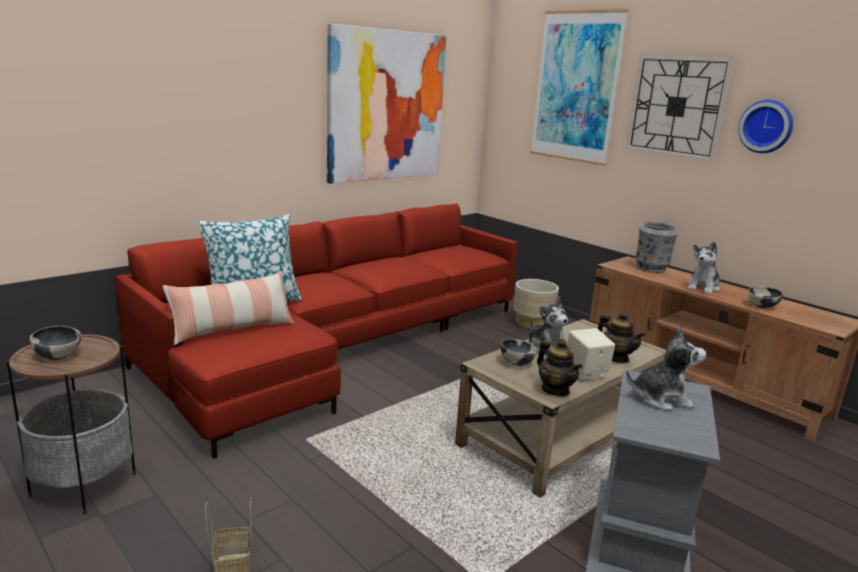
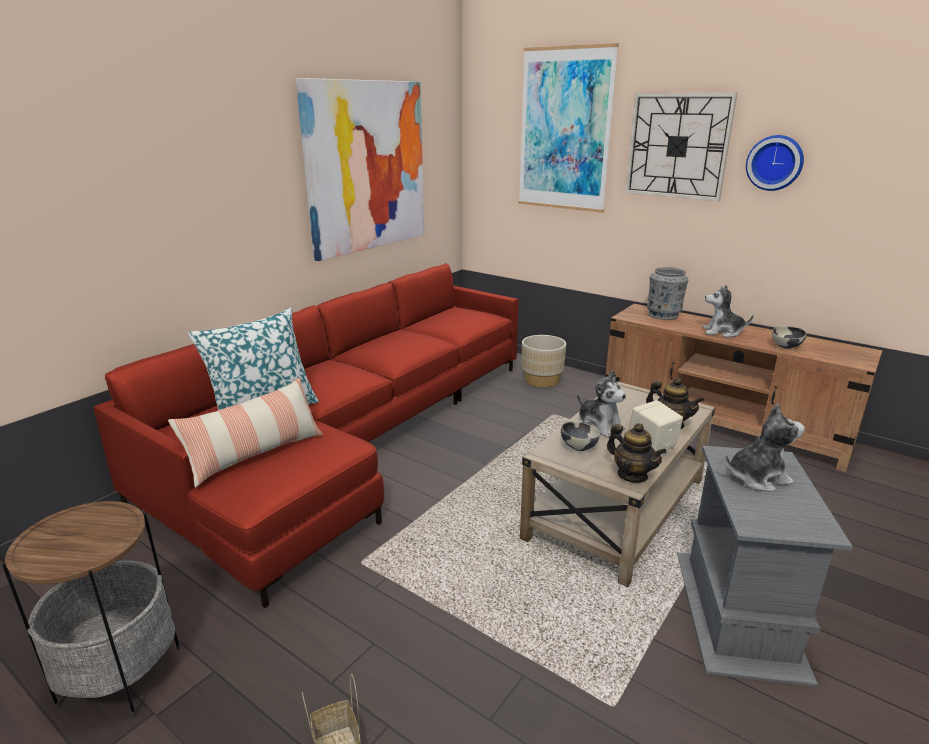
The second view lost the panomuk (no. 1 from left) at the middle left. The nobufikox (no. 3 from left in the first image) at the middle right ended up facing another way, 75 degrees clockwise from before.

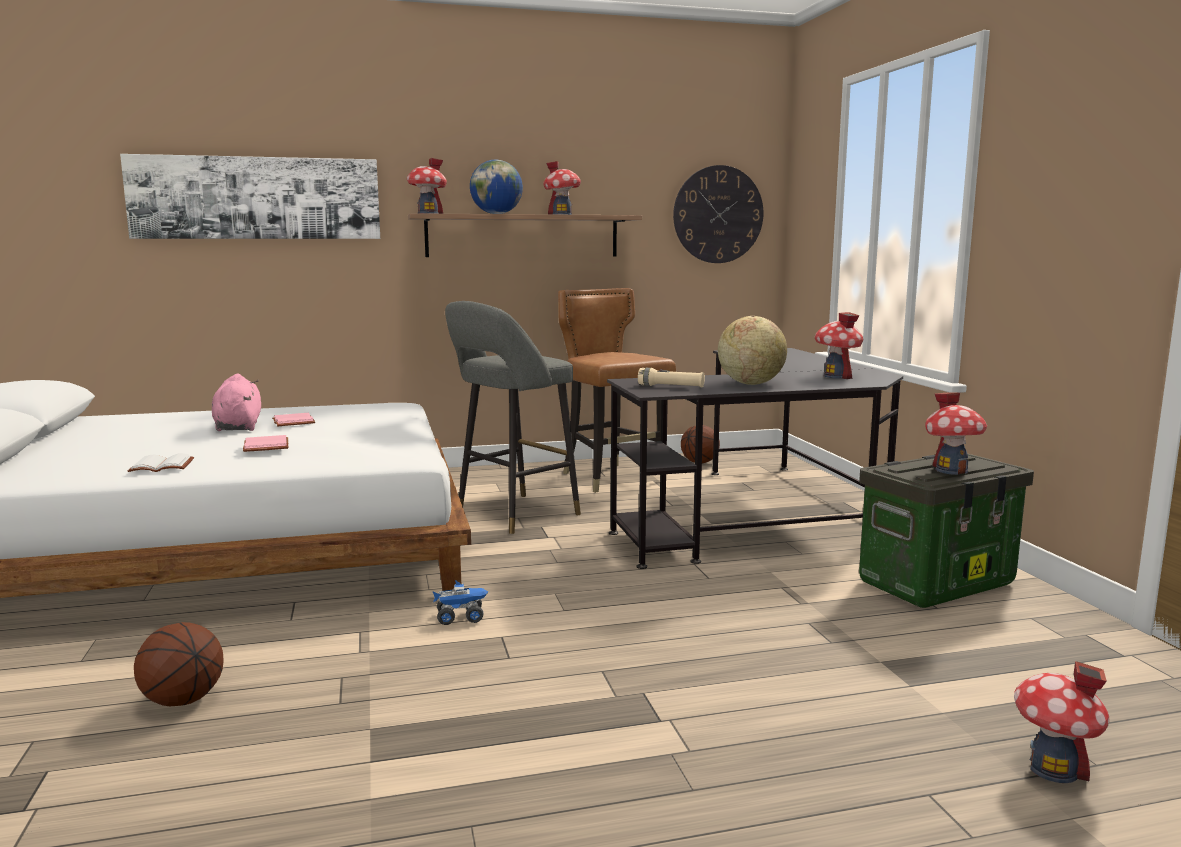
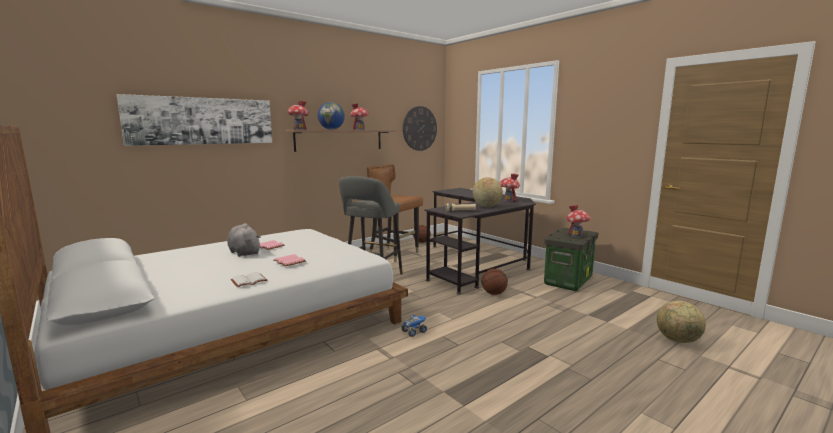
The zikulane (no. 1 from left in the first image) ended up elsewhere, having gone from the bottom left to the centre. Where the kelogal (no. 5 from left) stood at the bottom right, the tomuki (no. 3 from left) came to stand at the bottom right. What was the pink nobufikox at the middle left turned into the grey nobufikox at the middle left.

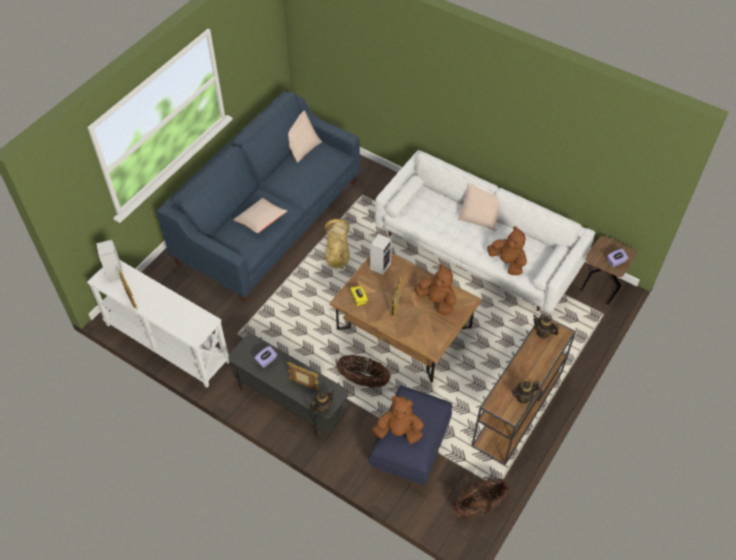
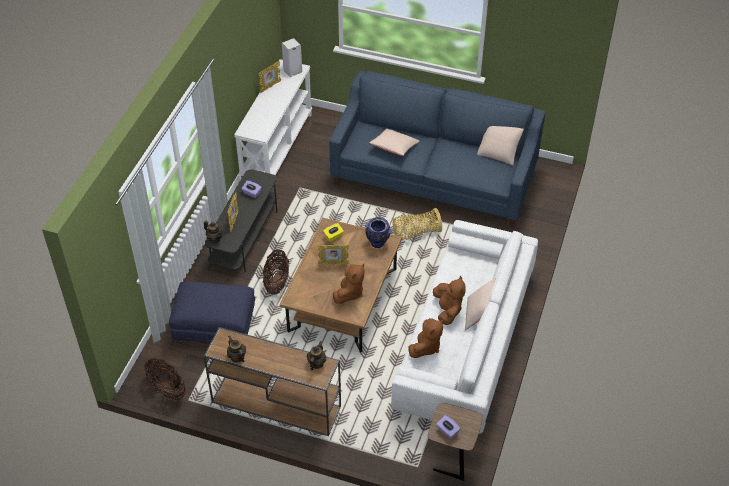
The brown nobufikox (no. 1 from left in the first image) ended up elsewhere, having gone from the bottom centre to the centre. Where the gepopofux (no. 2 from left) stood at the centre, the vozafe came to stand at the centre.

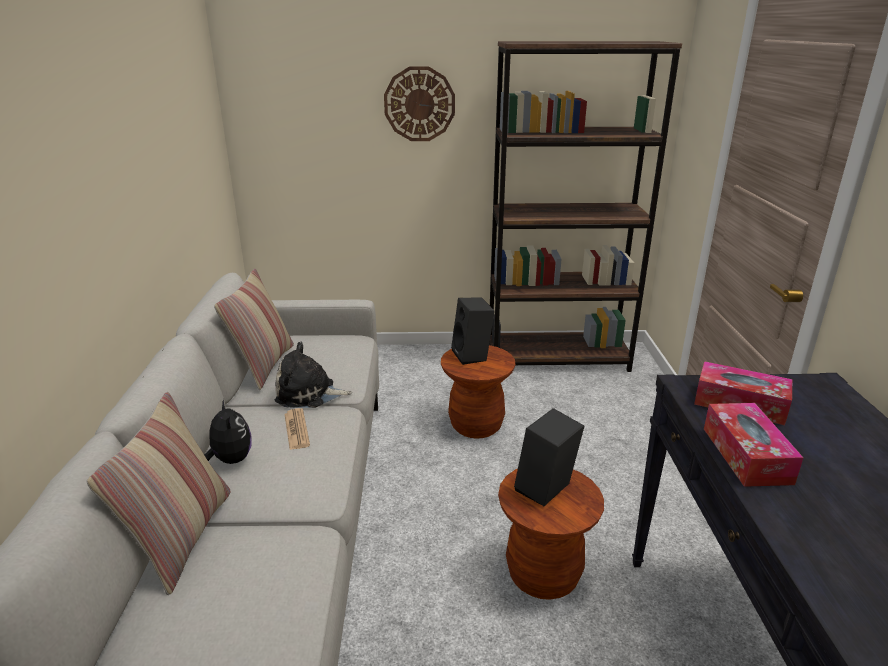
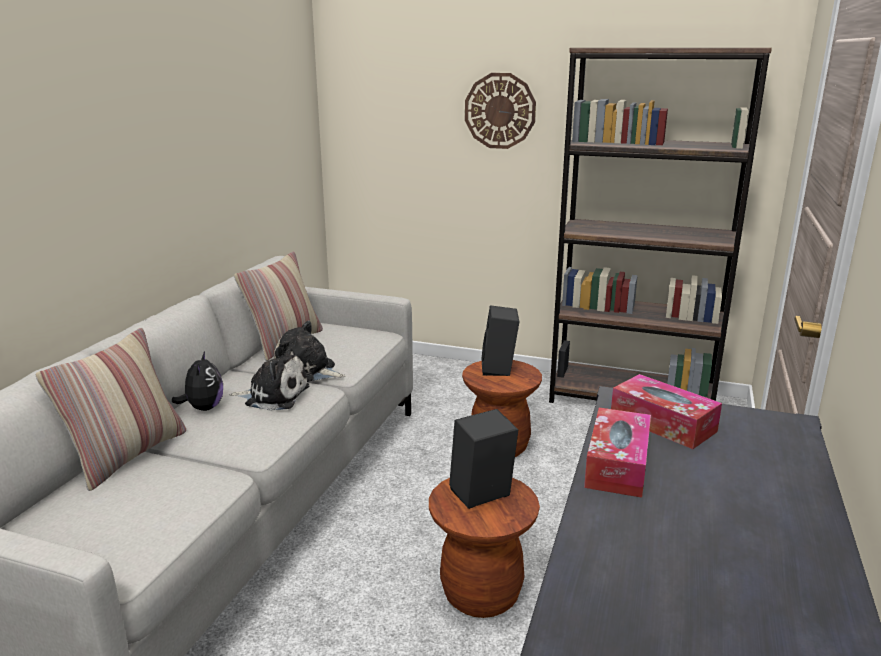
Where the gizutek stood at the centre, the nobufikox (no. 2 from left) came to stand at the middle left.

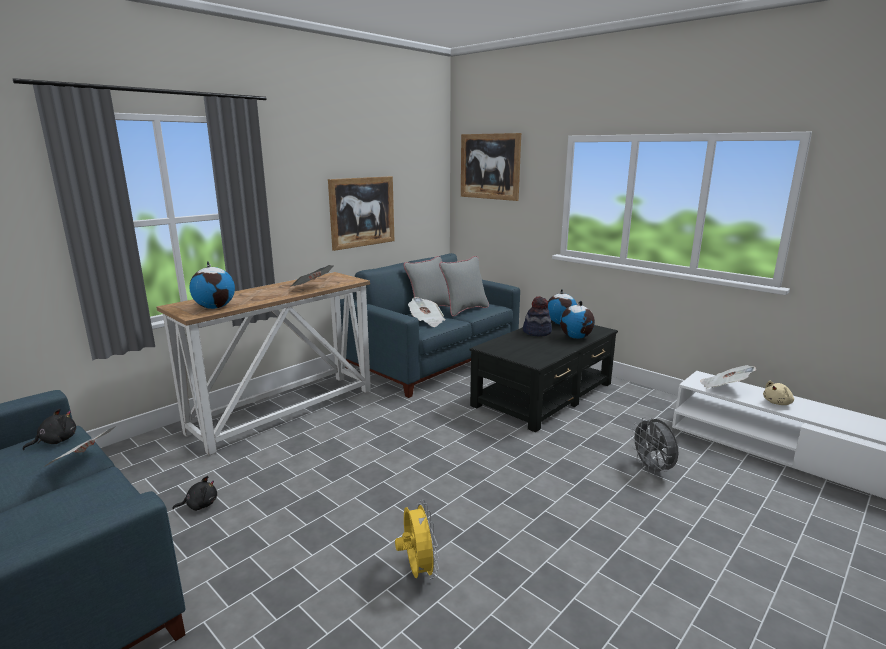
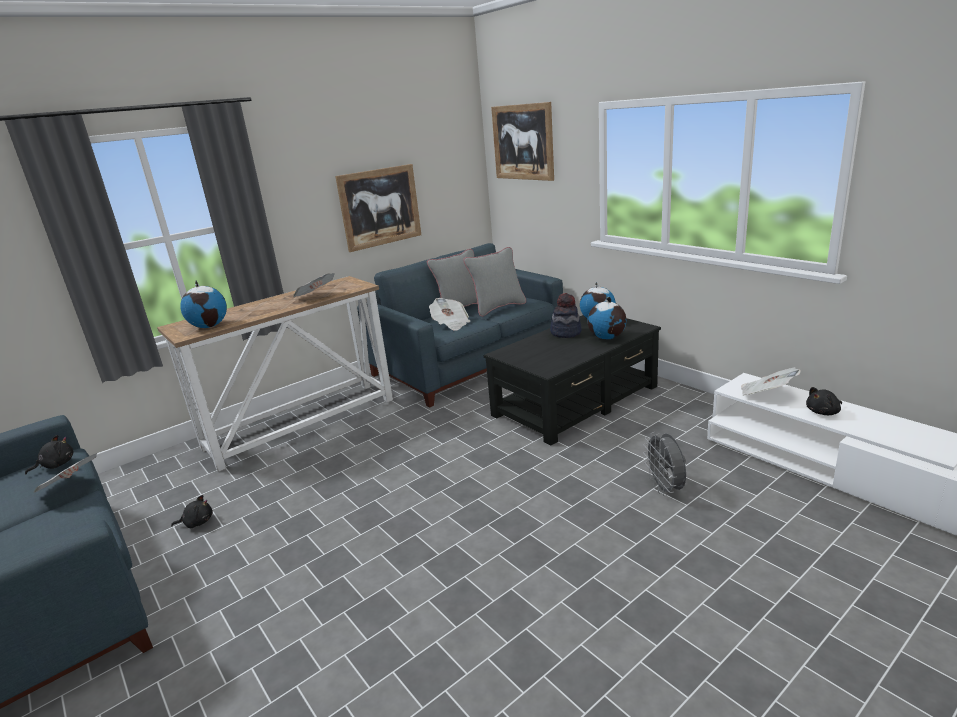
The second view lost the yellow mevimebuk at the bottom centre. What was the beige nobufikox at the middle right turned into the black nobufikox (no. 3 from left) at the middle right.

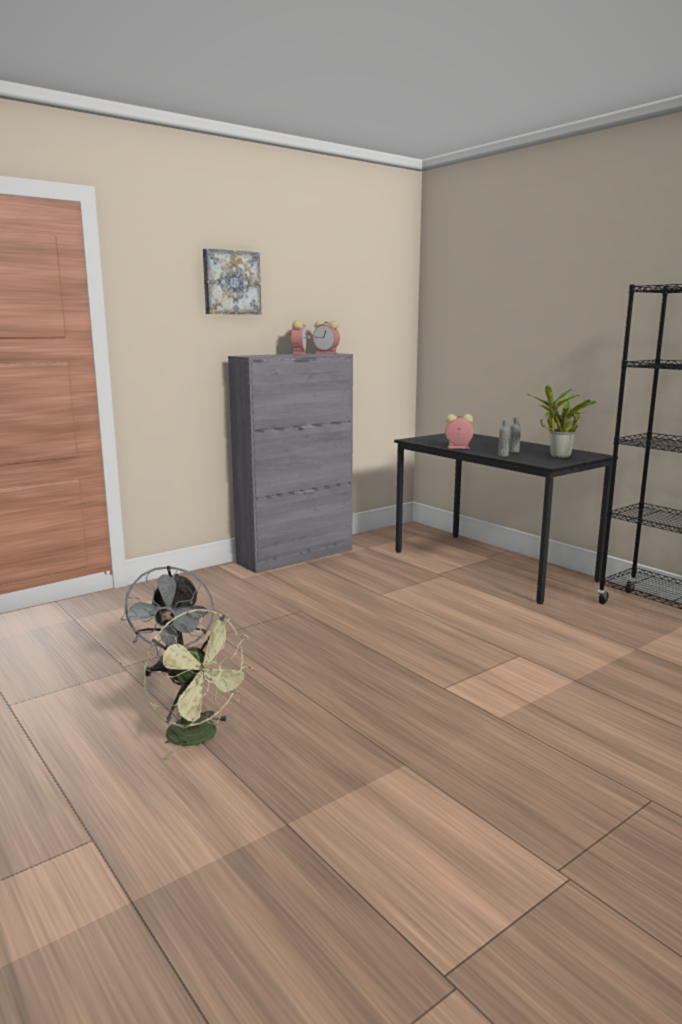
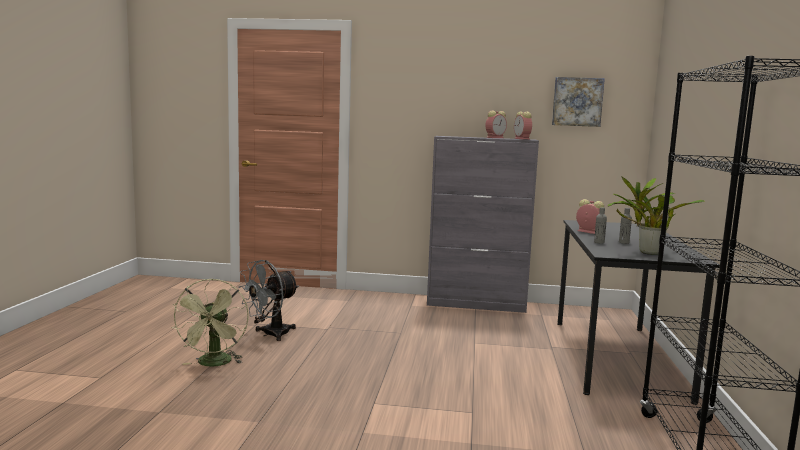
The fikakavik ended up elsewhere, having gone from the top centre to the top right.

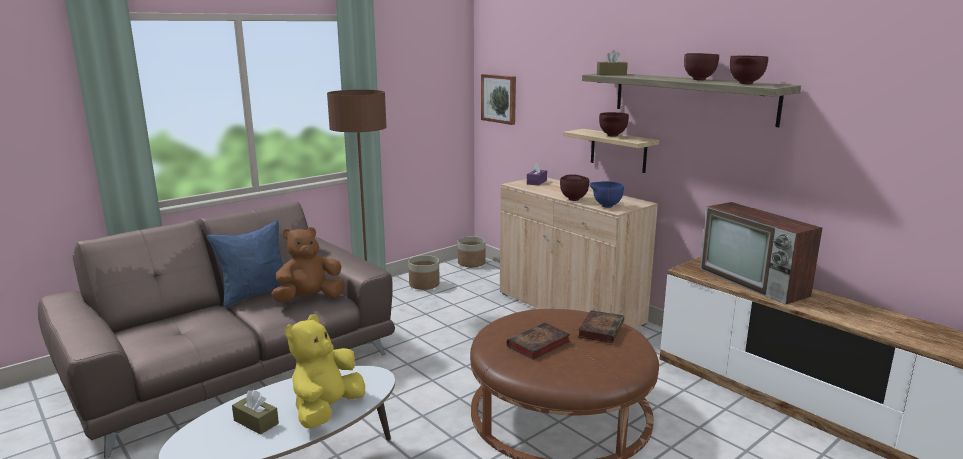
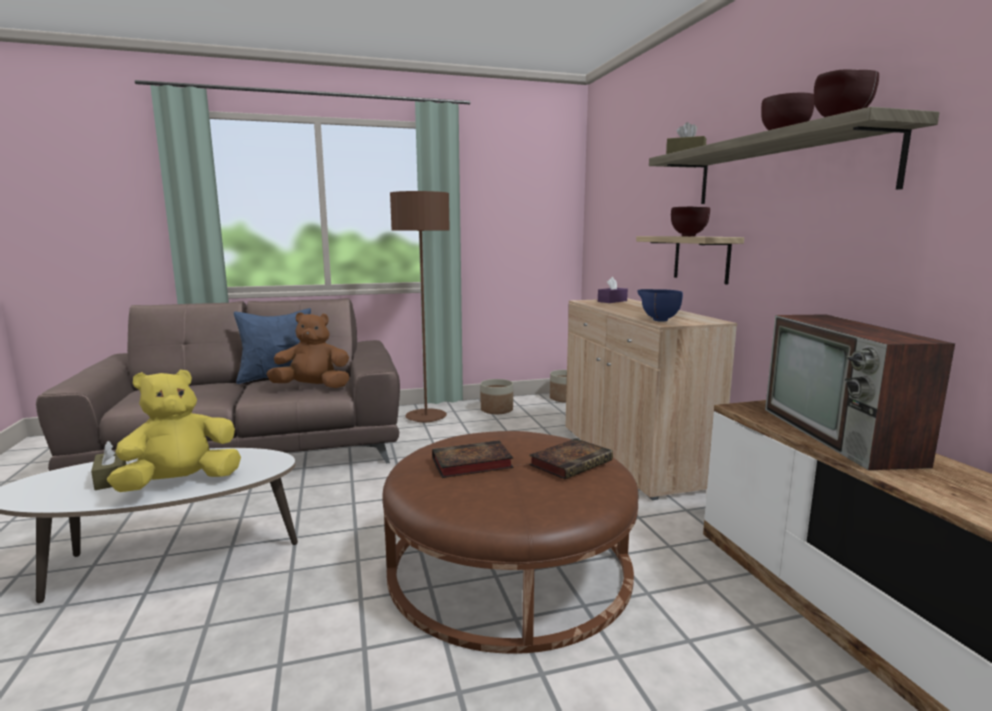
The second view lost the fikakavik at the top centre. The second view lost the brown panomuk (no. 1 from left) at the centre.

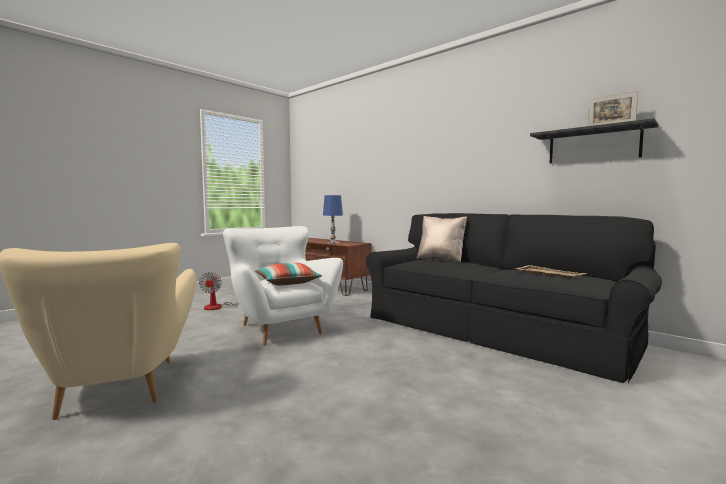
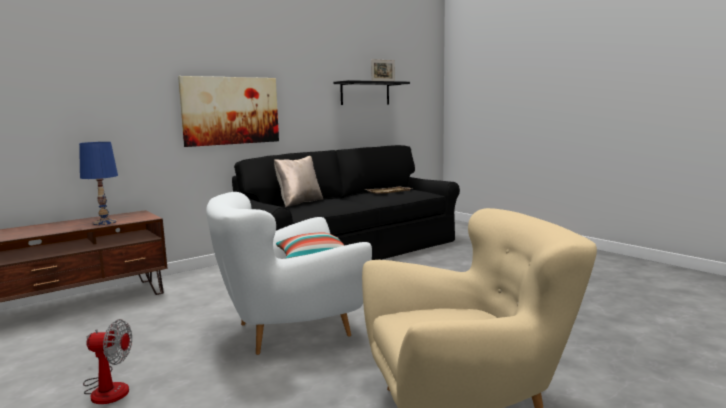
The second view gained the fikakavik at the top left.

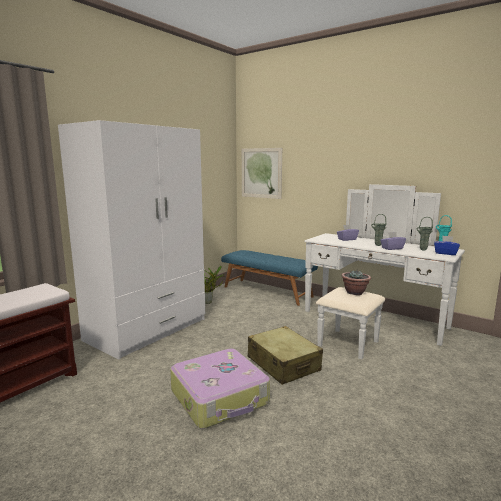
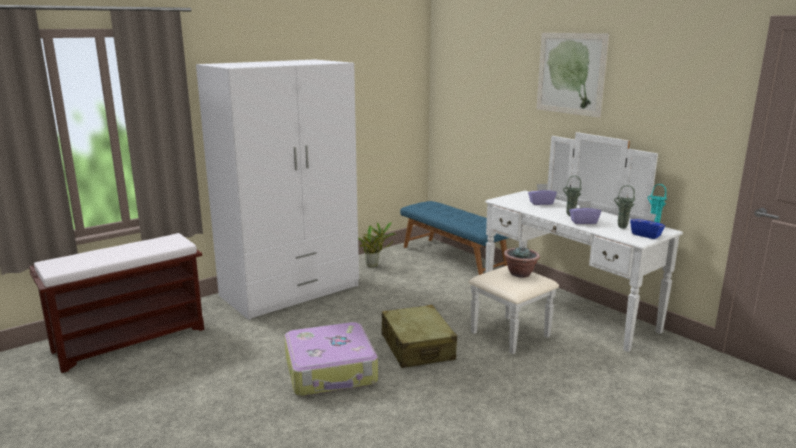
The fikakavik ended up elsewhere, having gone from the centre to the top right.

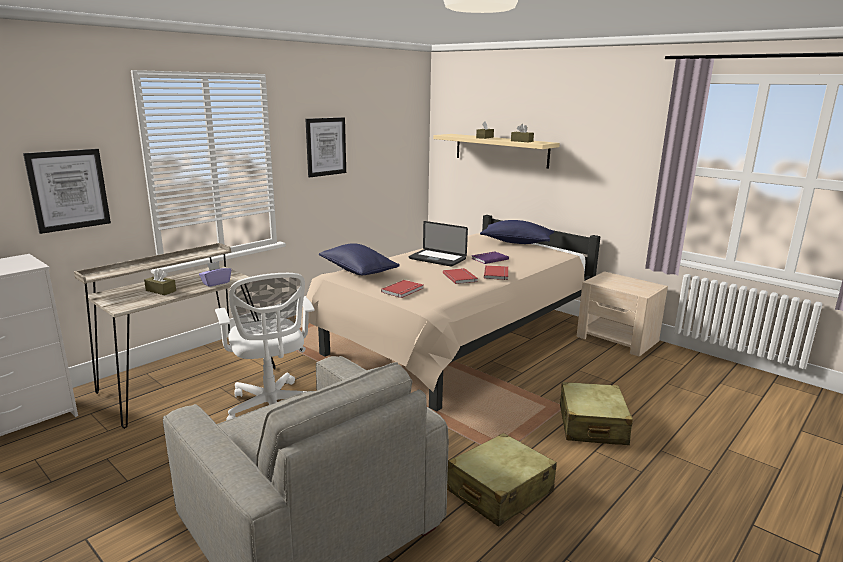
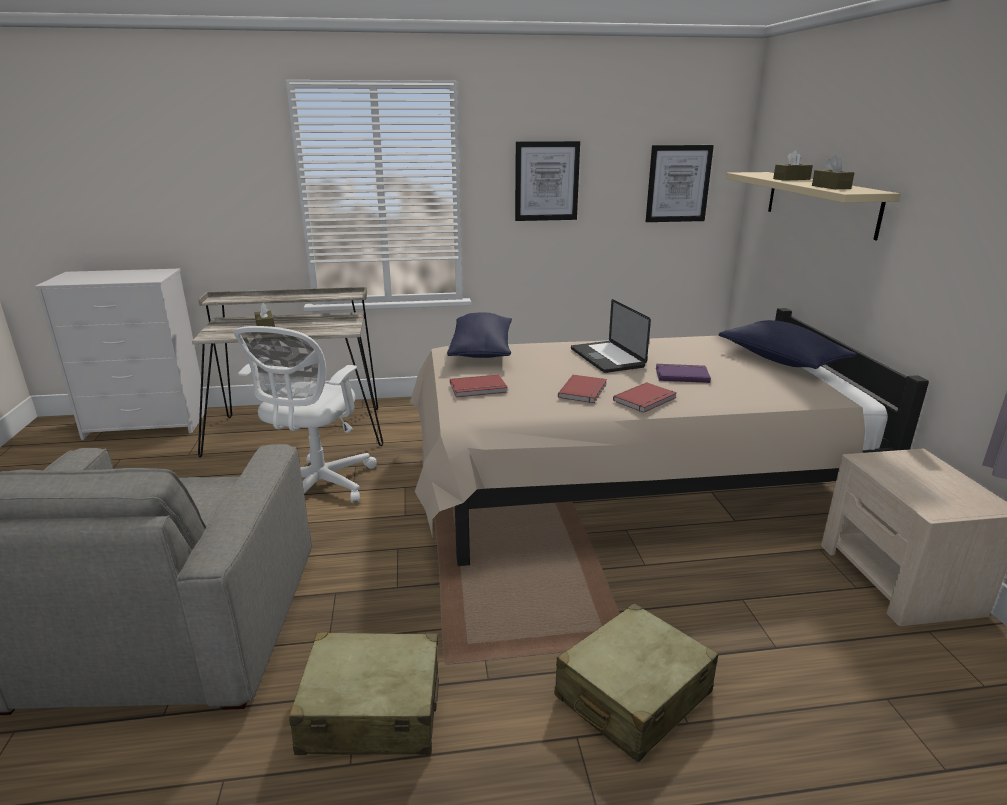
The second view lost the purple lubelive at the middle left. The fikakavik (no. 1 from left in the first image) ended up elsewhere, having gone from the middle left to the top right.

